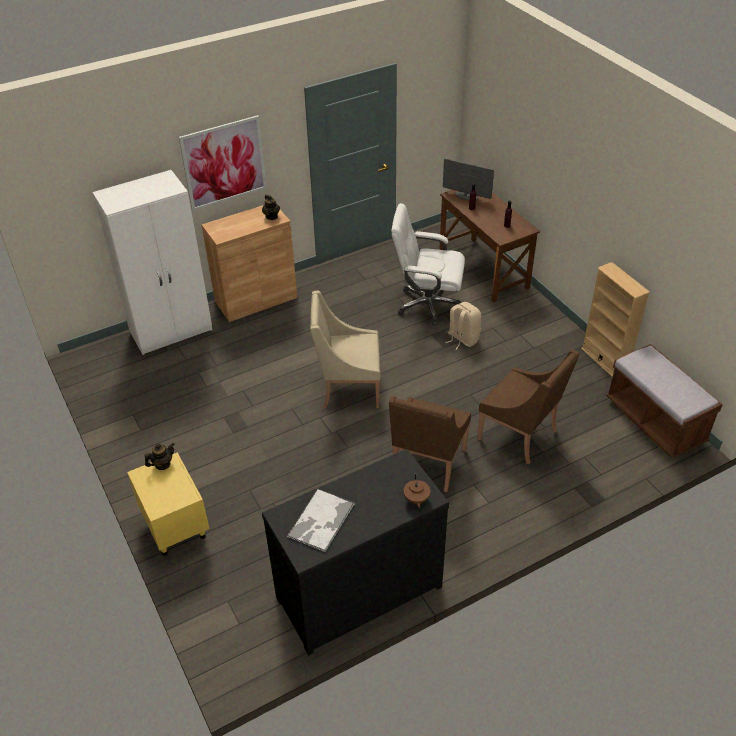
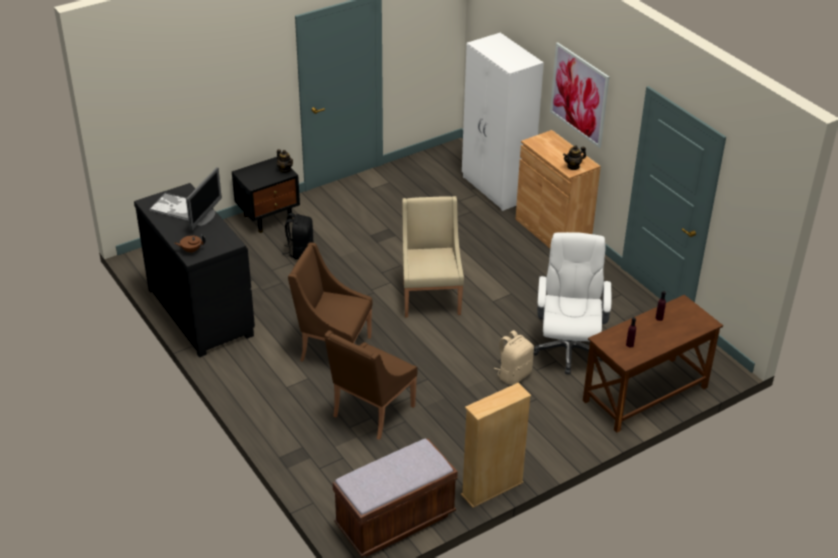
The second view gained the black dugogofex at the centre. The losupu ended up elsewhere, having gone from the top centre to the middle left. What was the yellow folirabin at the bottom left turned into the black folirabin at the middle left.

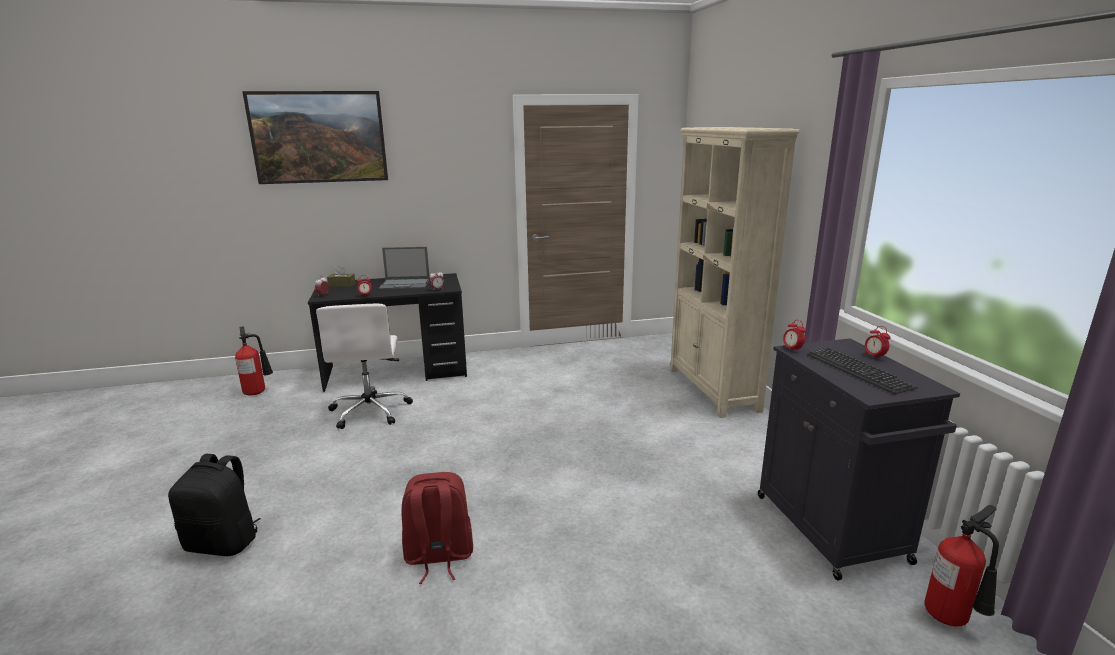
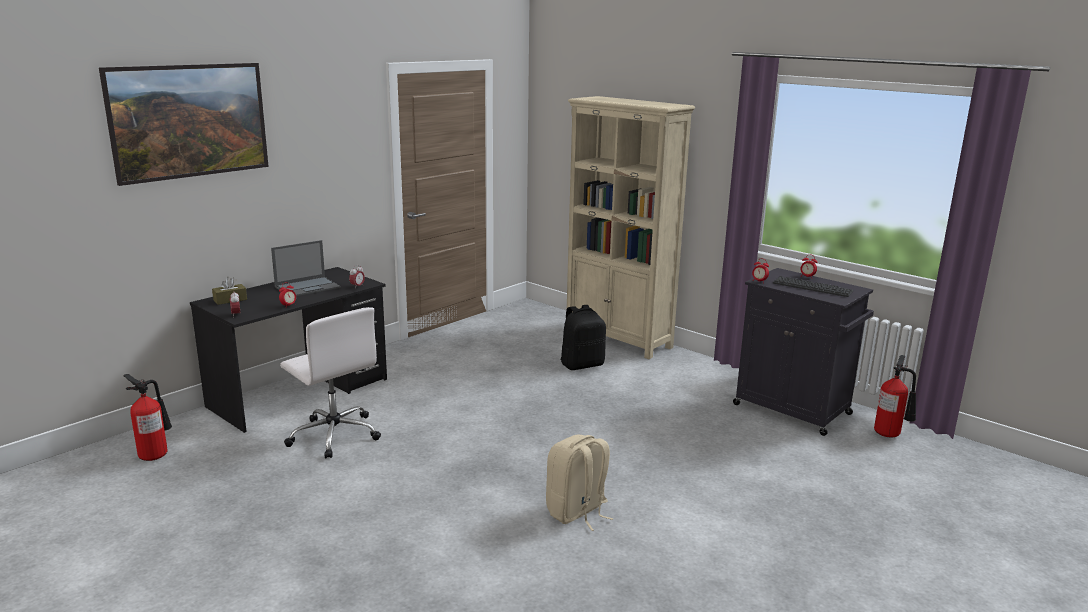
The black dugogofex ended up elsewhere, having gone from the bottom left to the centre. What was the red dugogofex at the bottom centre turned into the beige dugogofex at the bottom centre.

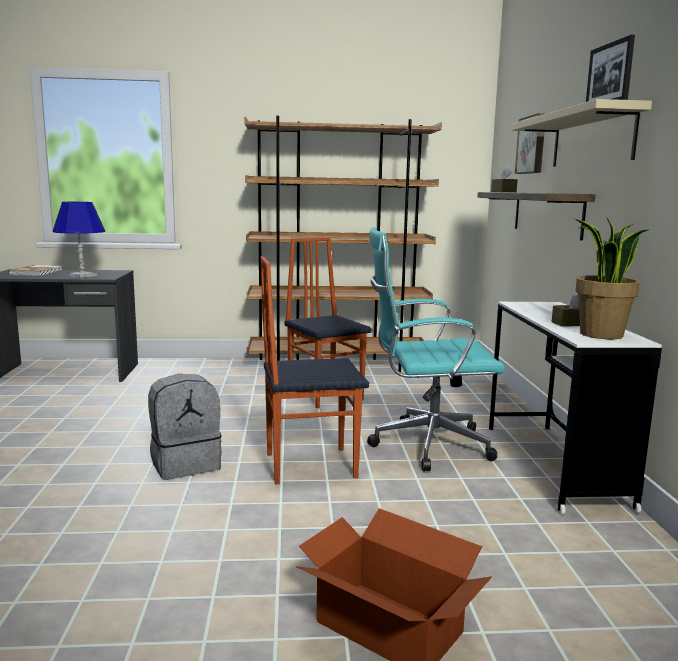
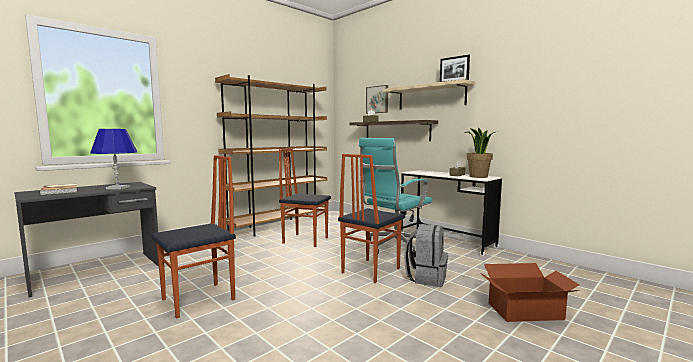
The second view gained the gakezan (no. 1 from left) at the middle left. The grey dugogofex ended up elsewhere, having gone from the middle left to the bottom centre.

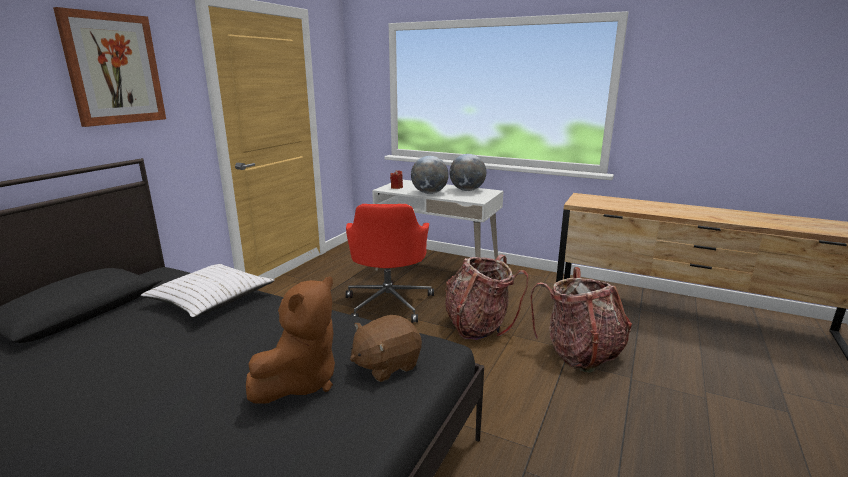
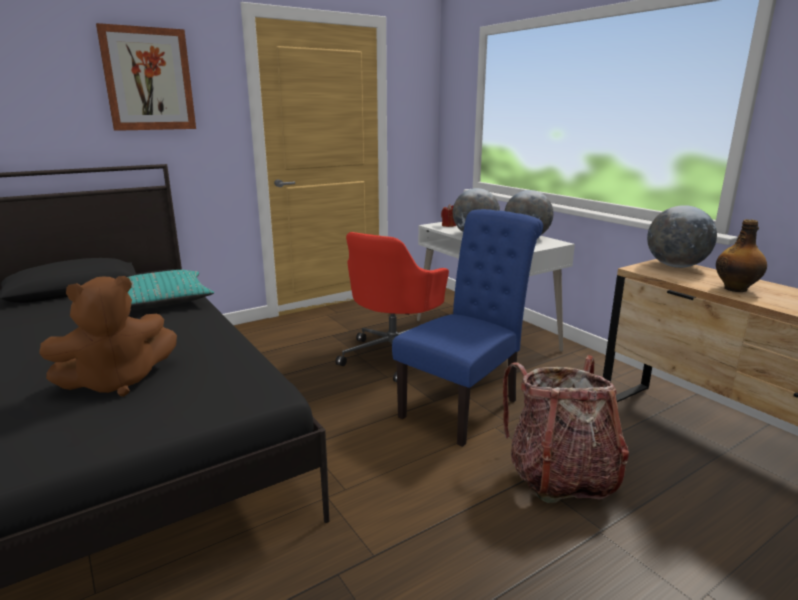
The second view lost the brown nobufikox (no. 2 from left) at the bottom centre. The second view gained the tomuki (no. 3 from left) at the middle right. The second view gained the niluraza at the middle right. Where the dugogofex (no. 1 from left) stood at the centre, the blue gakezan came to stand at the centre. What was the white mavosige at the middle left turned into the turquoise mavosige at the middle left.

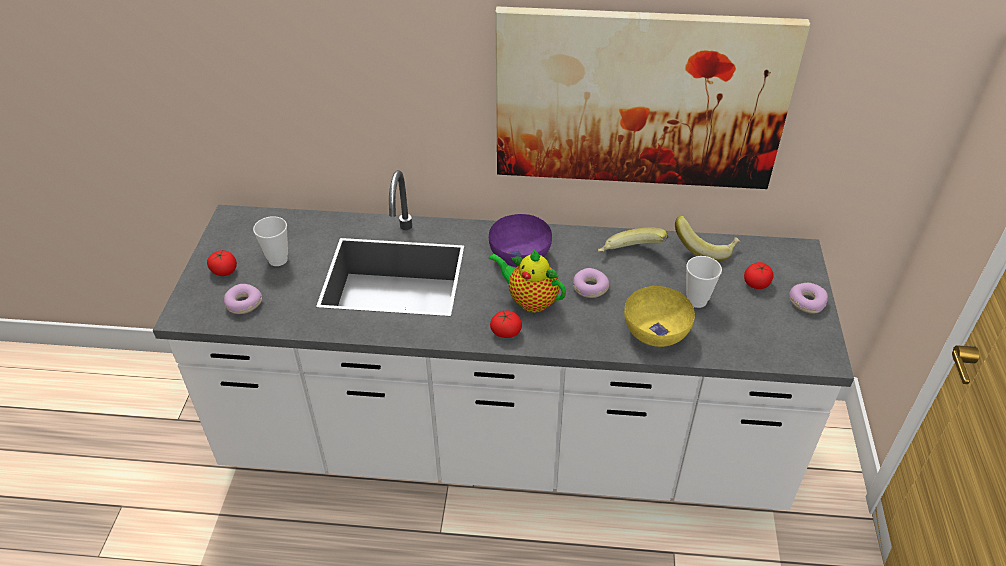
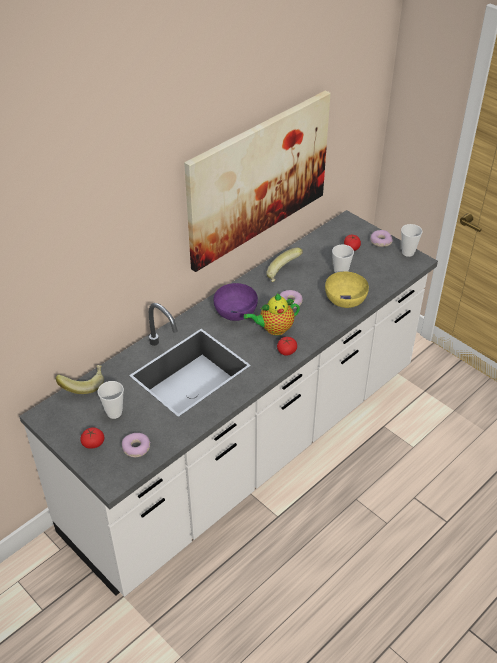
The second view gained the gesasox (no. 3 from left) at the middle right. The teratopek (no. 2 from left in the first image) ended up elsewhere, having gone from the middle right to the middle left.

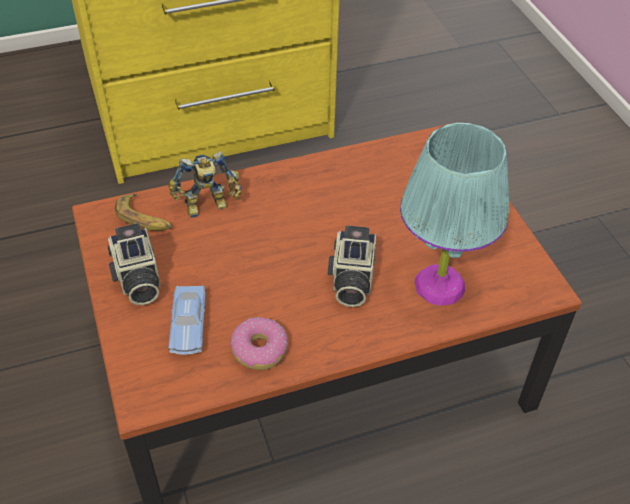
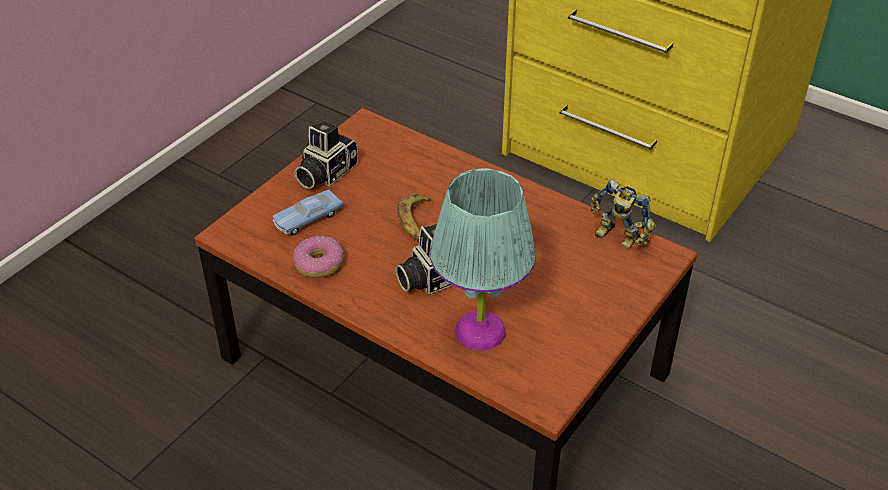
The teratopek ended up elsewhere, having gone from the middle left to the centre. The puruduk ended up elsewhere, having gone from the middle left to the middle right.

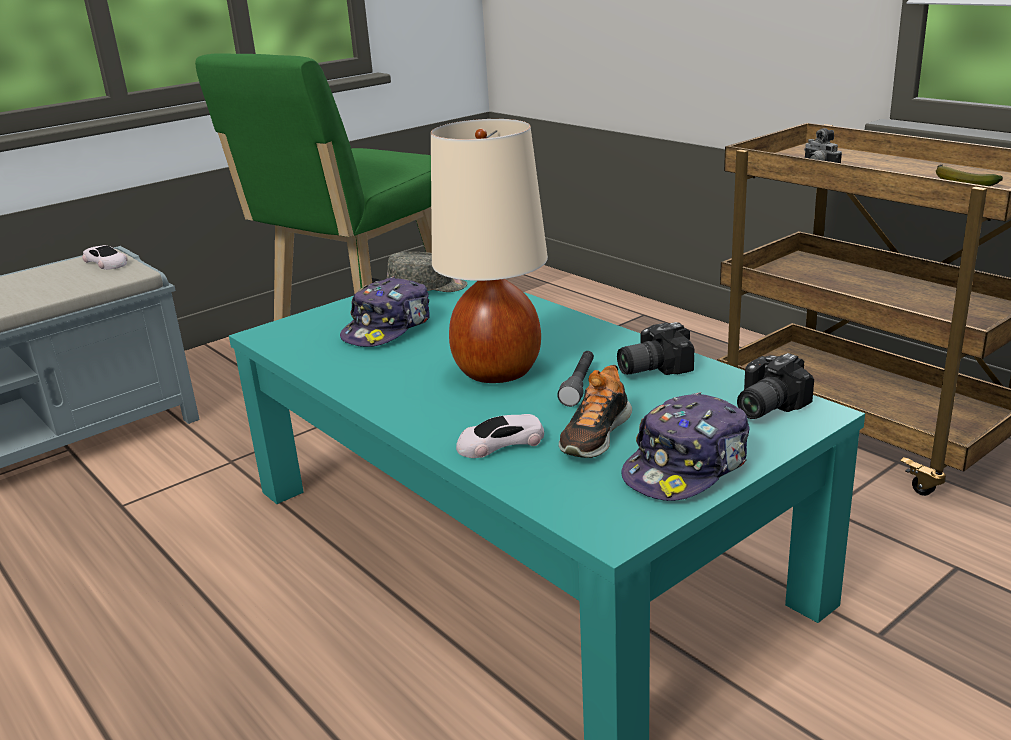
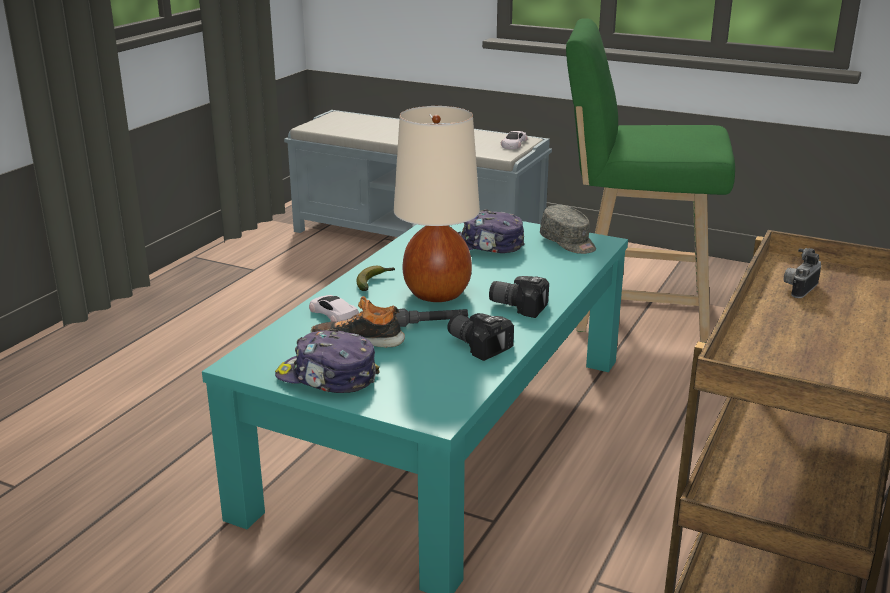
The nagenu (no. 2 from left) ended up elsewhere, having gone from the middle right to the centre. The teratopek ended up elsewhere, having gone from the top right to the centre.

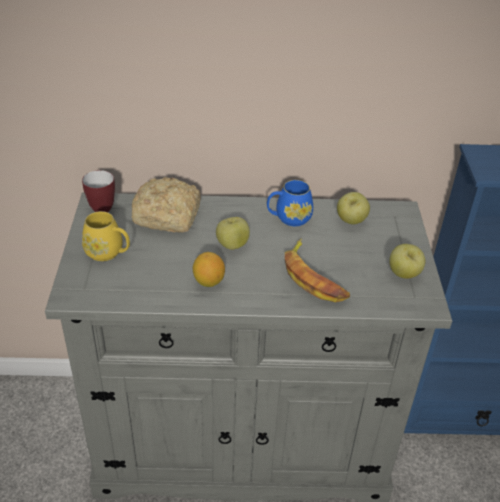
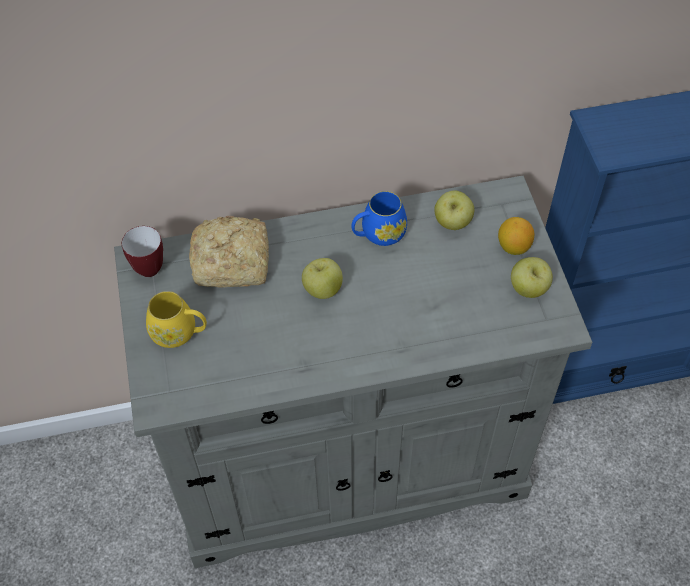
The second view lost the teratopek at the centre. The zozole ended up elsewhere, having gone from the centre to the middle right.

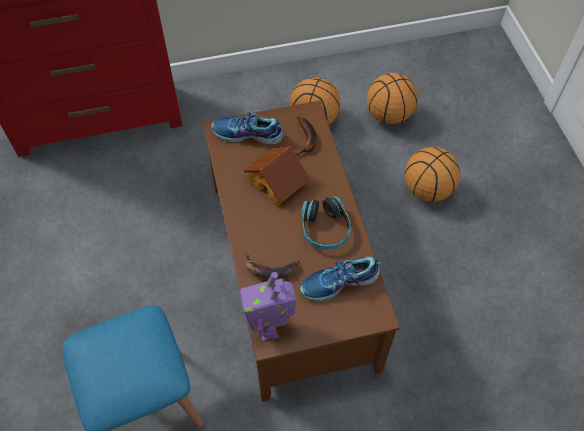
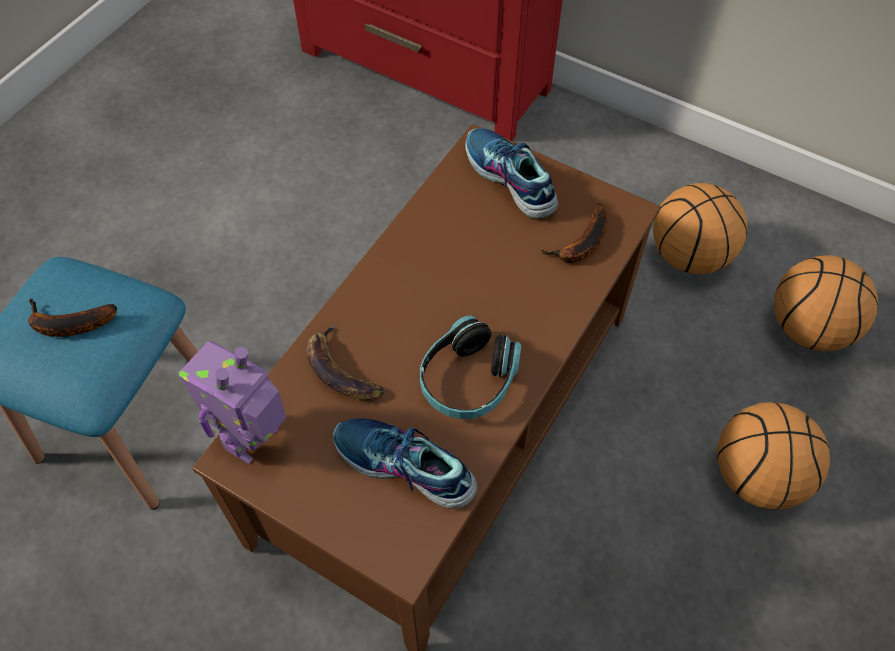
The second view lost the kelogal at the centre. The second view gained the teratopek (no. 1 from left) at the middle left.

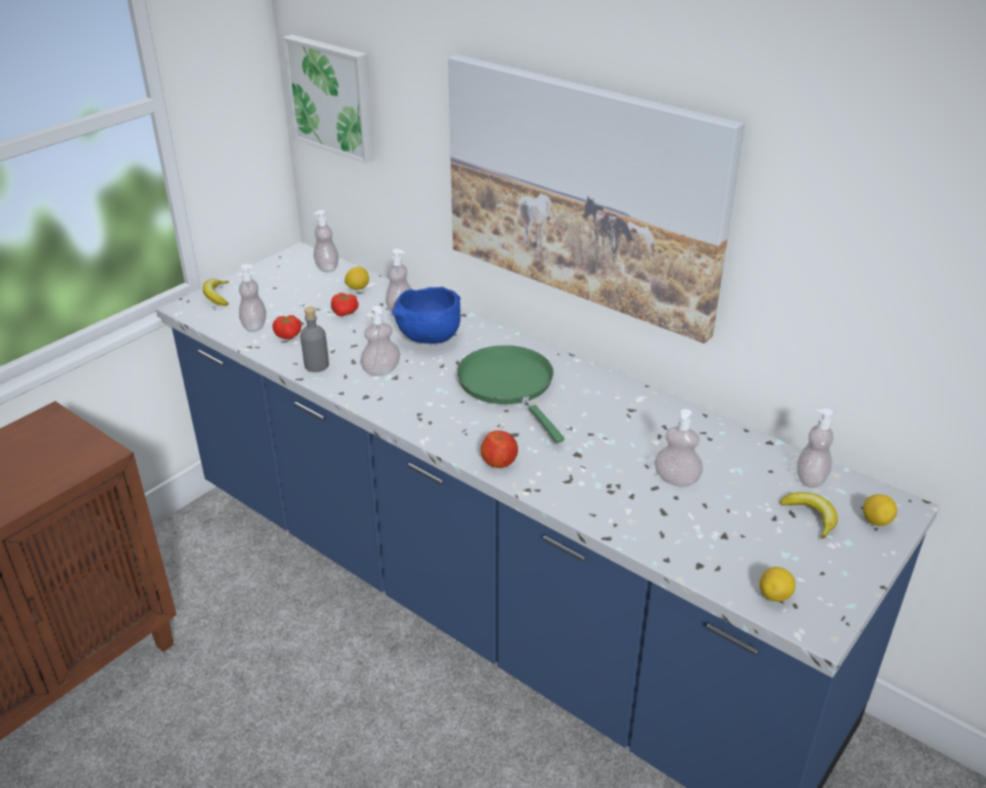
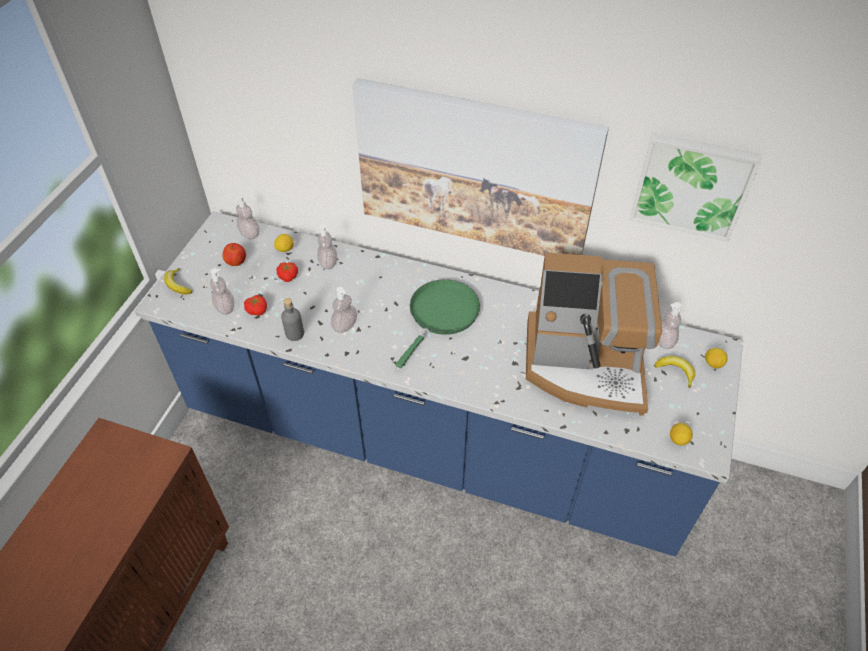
The second view lost the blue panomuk at the centre. The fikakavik (no. 1 from left in the first image) ended up elsewhere, having gone from the top left to the top right. The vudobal ended up elsewhere, having gone from the centre to the middle left. Where the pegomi (no. 5 from left) stood at the middle right, the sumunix came to stand at the middle right. The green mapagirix at the centre ended up facing another way, 75 degrees clockwise from before.

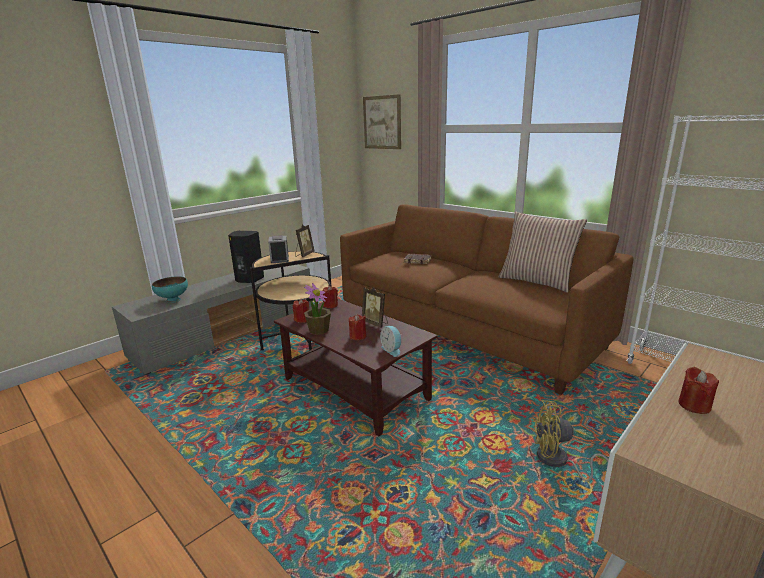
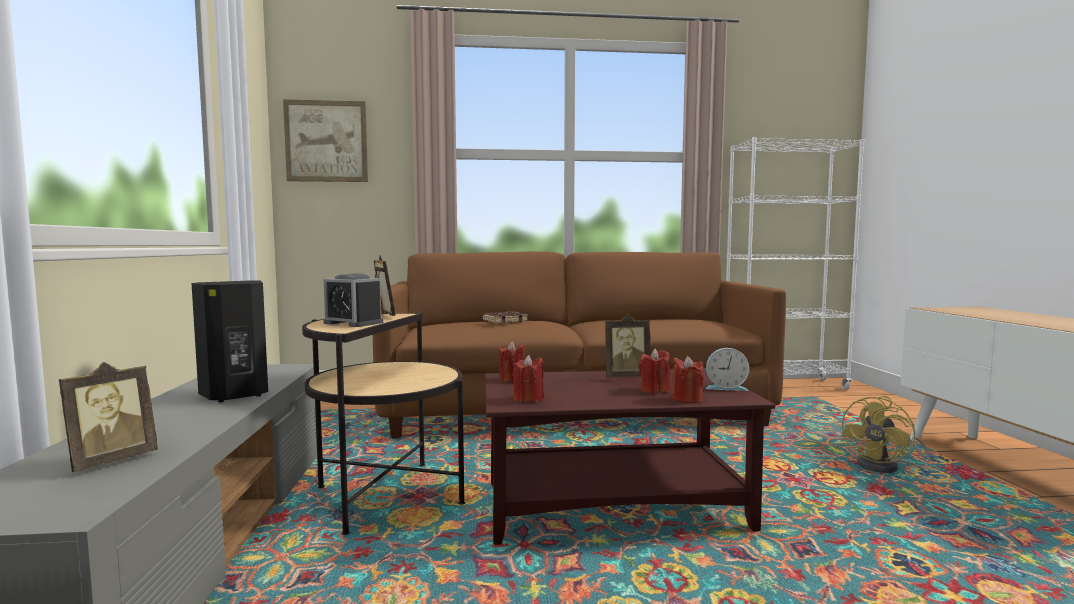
The second view lost the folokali at the centre. The second view lost the mavosige at the middle right. The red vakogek (no. 4 from left) ended up elsewhere, having gone from the bottom right to the centre. Where the turquoise panomuk stood at the middle left, the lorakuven (no. 1 from left) came to stand at the bottom left.

